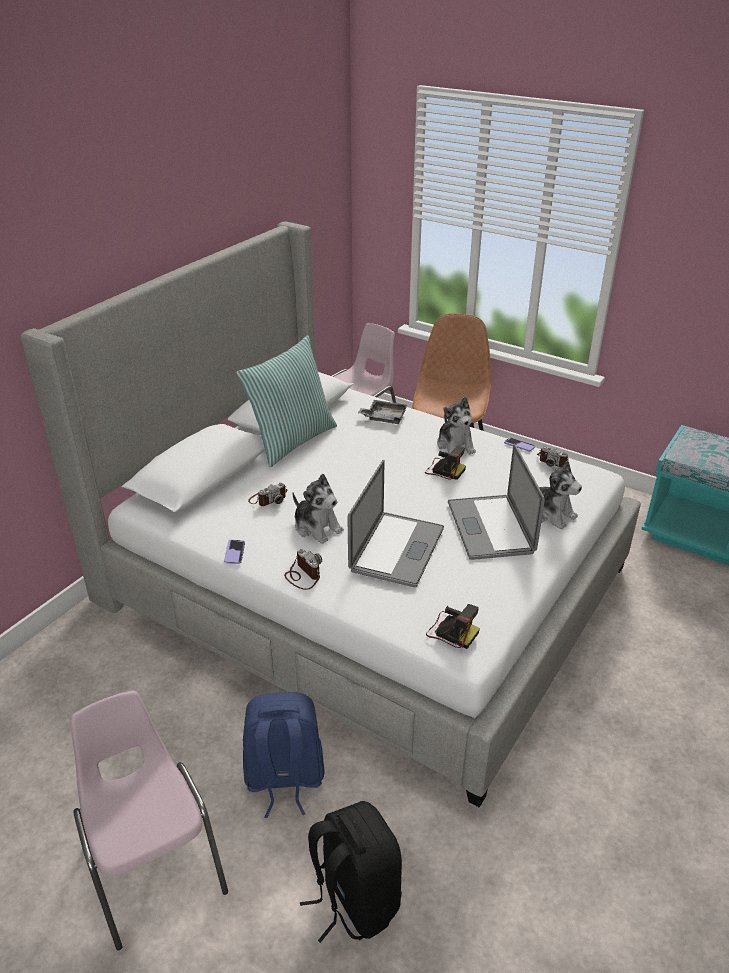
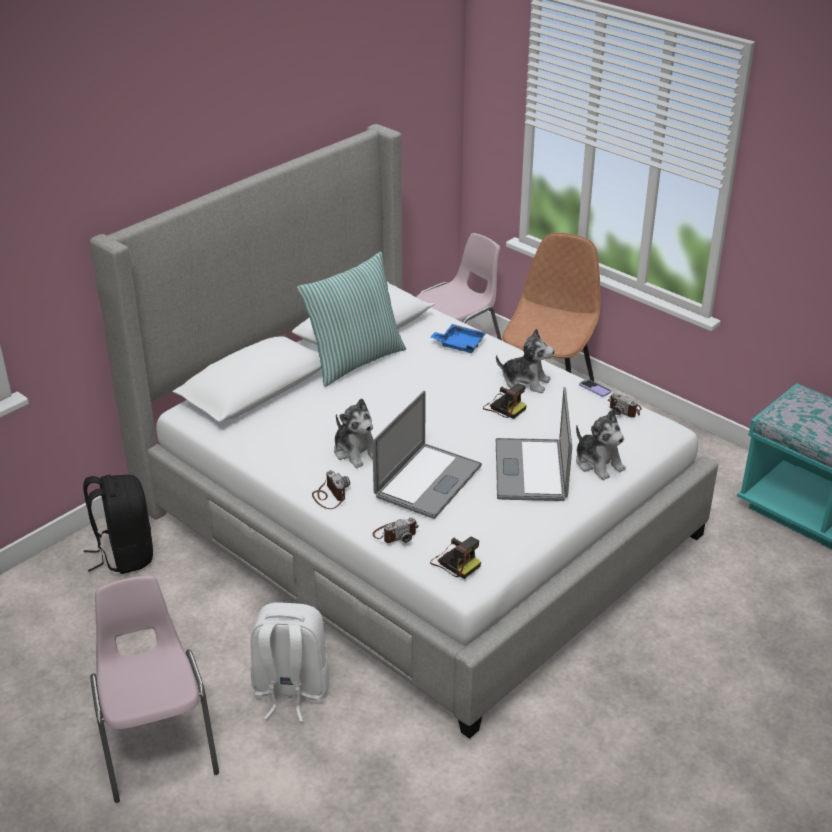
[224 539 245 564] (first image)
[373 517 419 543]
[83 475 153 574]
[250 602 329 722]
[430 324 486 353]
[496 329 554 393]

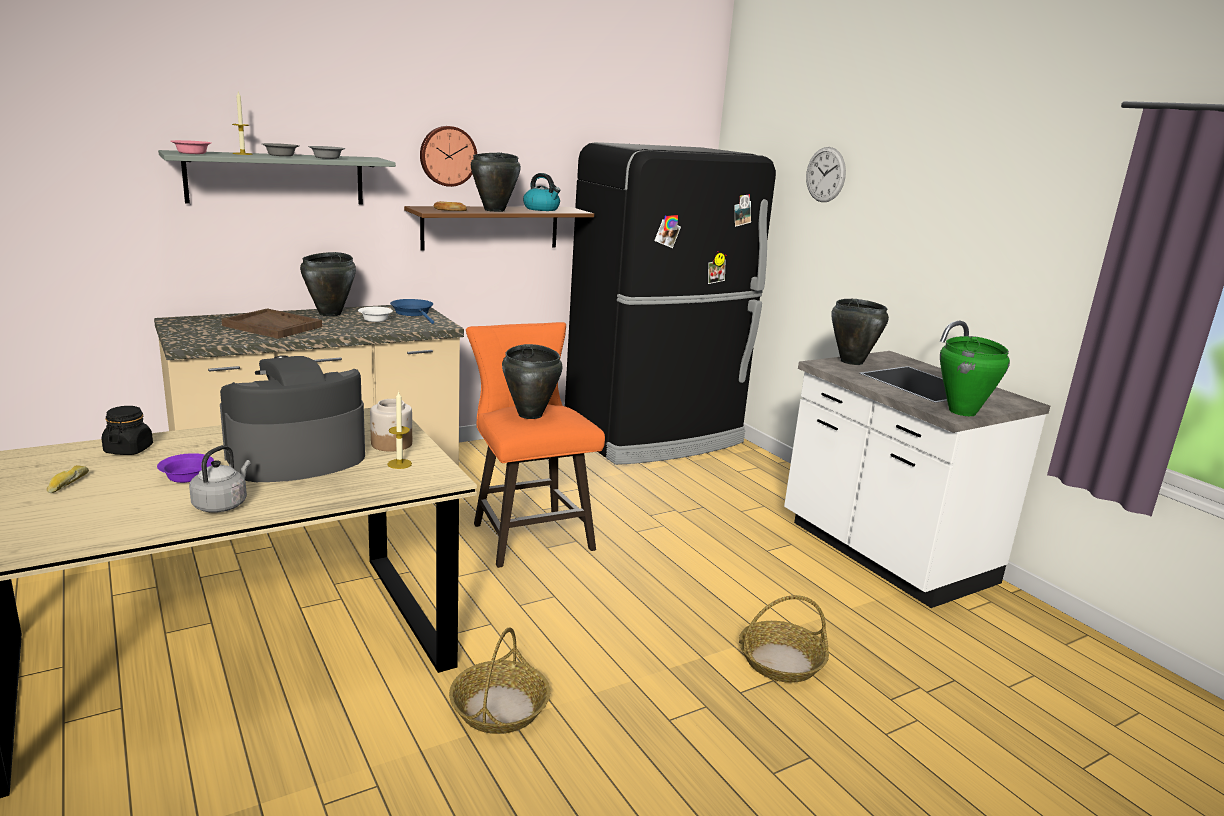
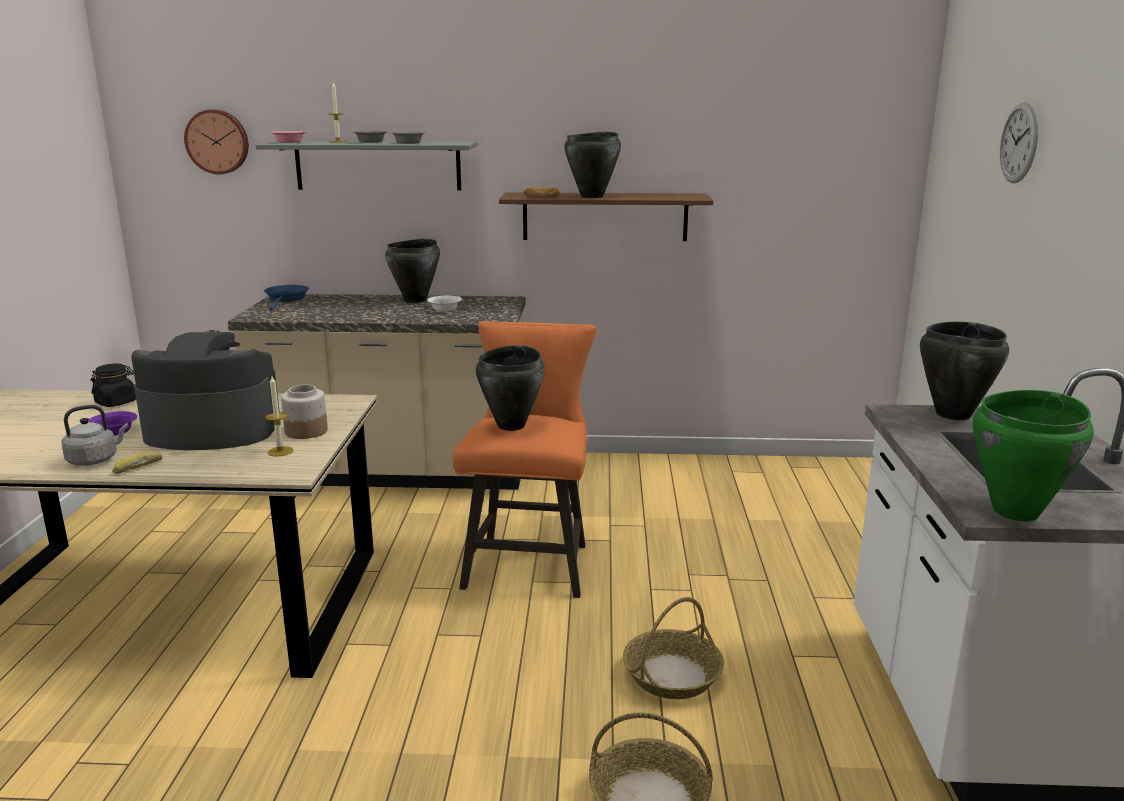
[222 308 322 339] (first image)
[523 173 561 211] (first image)
[565 142 776 465] (first image)
[112 451 163 474]
[264 285 309 310]
[184 109 249 174]
[623 597 724 699]

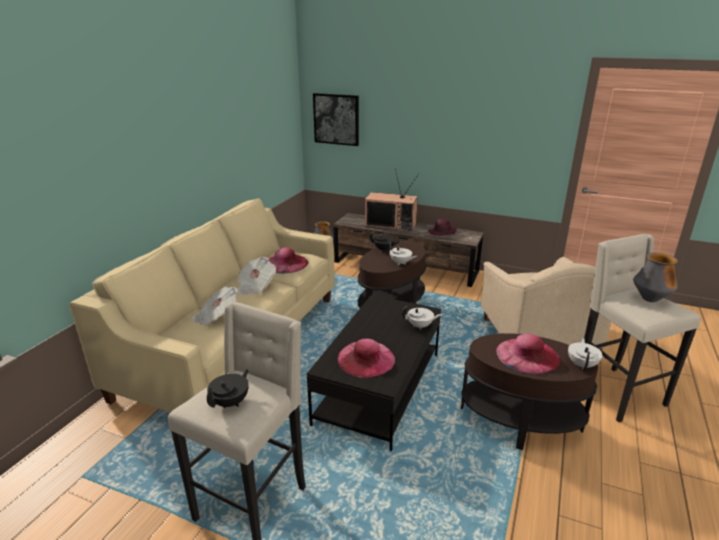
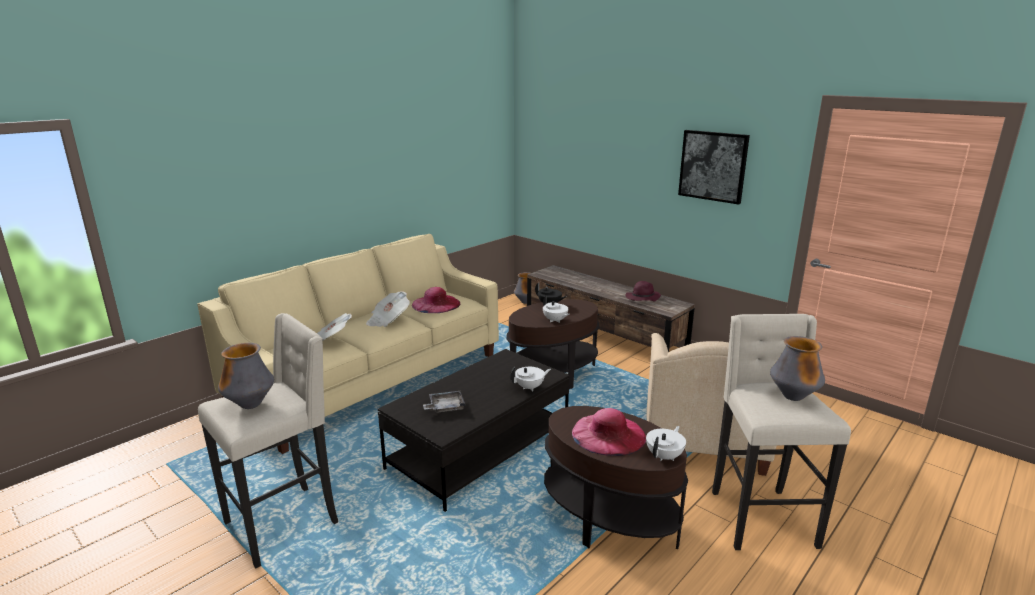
[365 169 419 231] (first image)
[678 130 750 205]
[218 343 274 409]
[423 391 466 413]
[510 367 551 392]

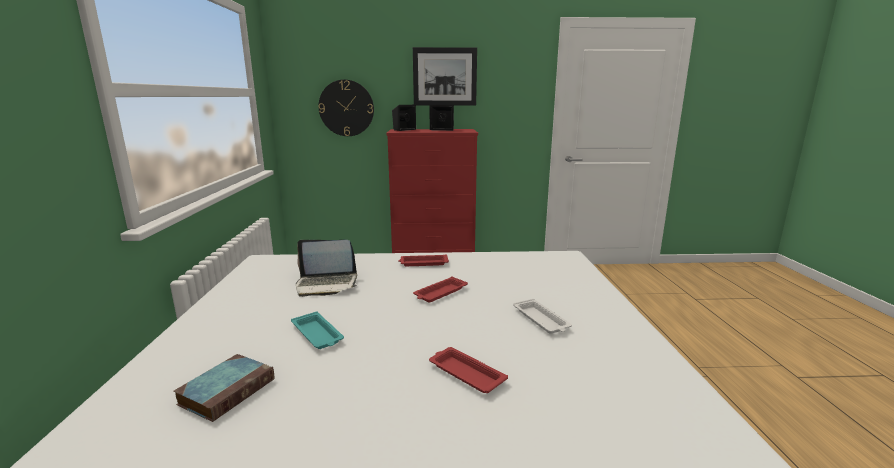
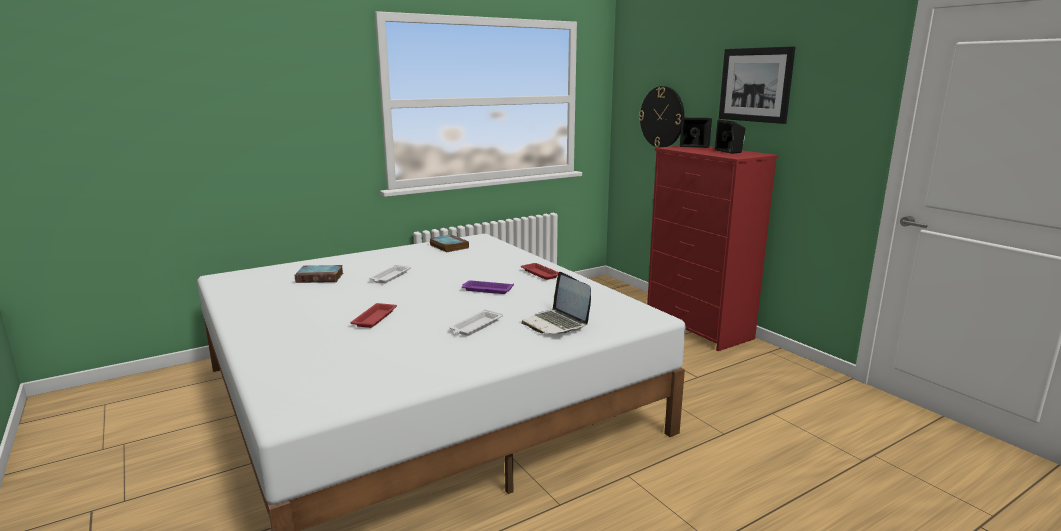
[430 235 469 252]
[521 272 591 334]
[369 265 411 283]
[462 280 514 294]

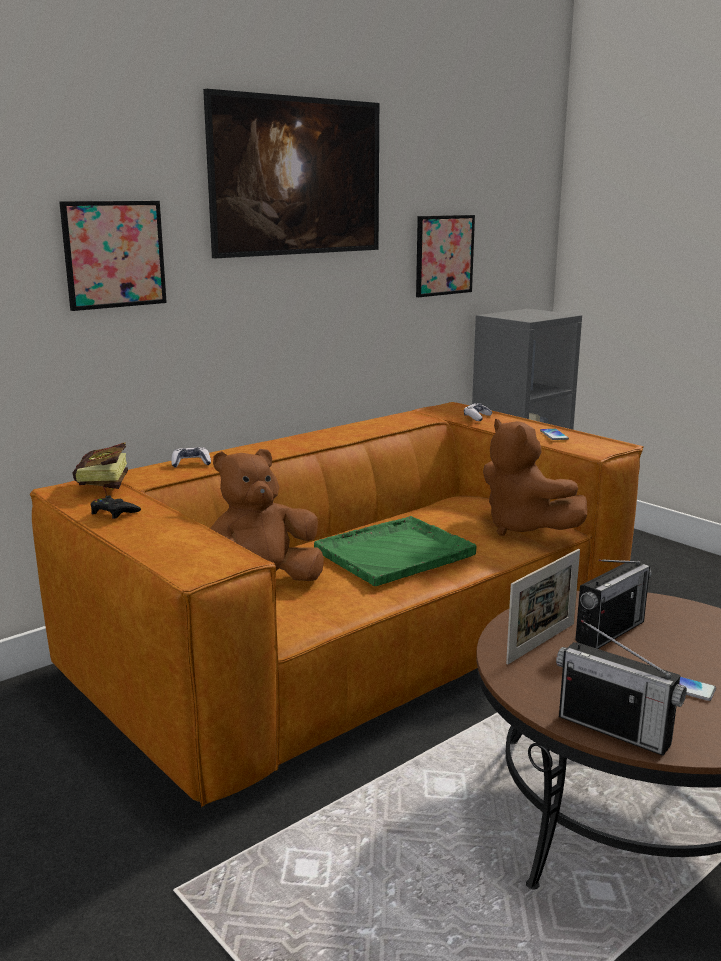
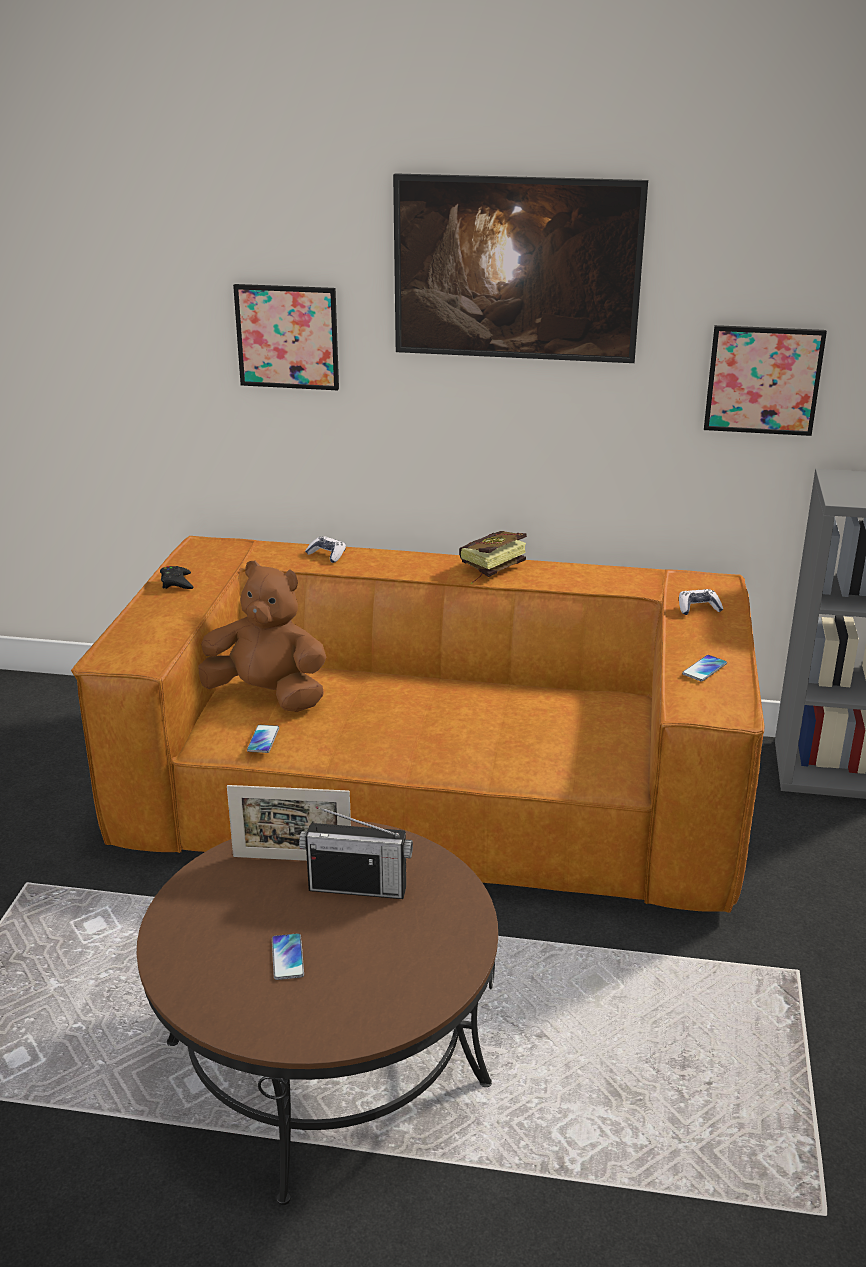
[314 516 477 586] (first image)
[483 419 587 536] (first image)
[556 620 687 756] (first image)
[247 725 279 753]
[459 531 527 584]

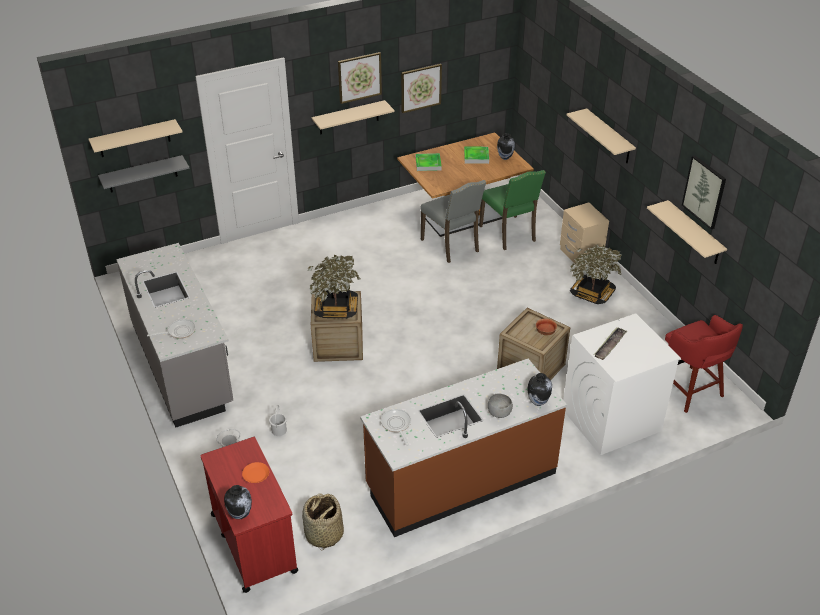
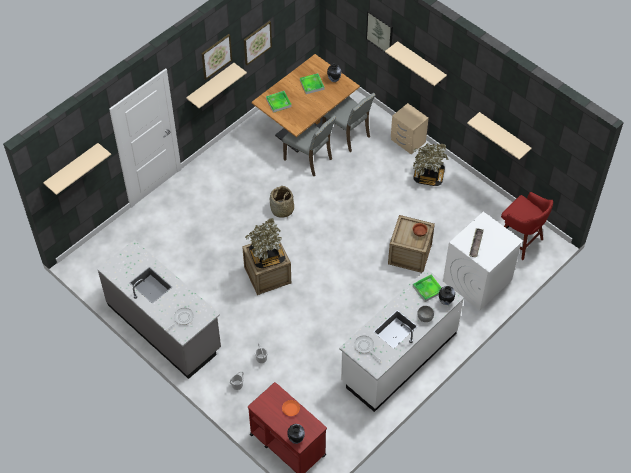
[98 155 189 193] (first image)
[413 275 442 302]
[270 186 294 218]
[366 10 393 54]
[339 269 464 412]
[322 93 376 152]

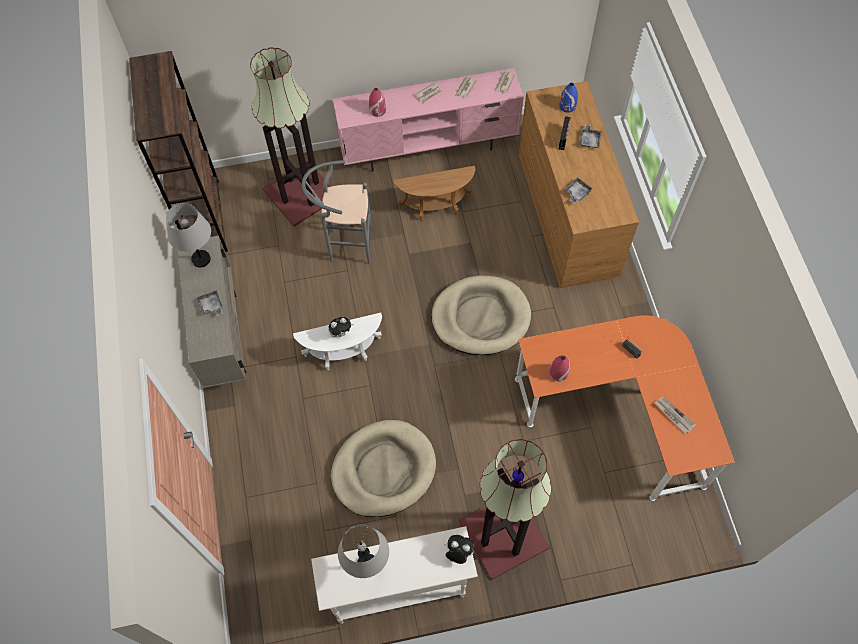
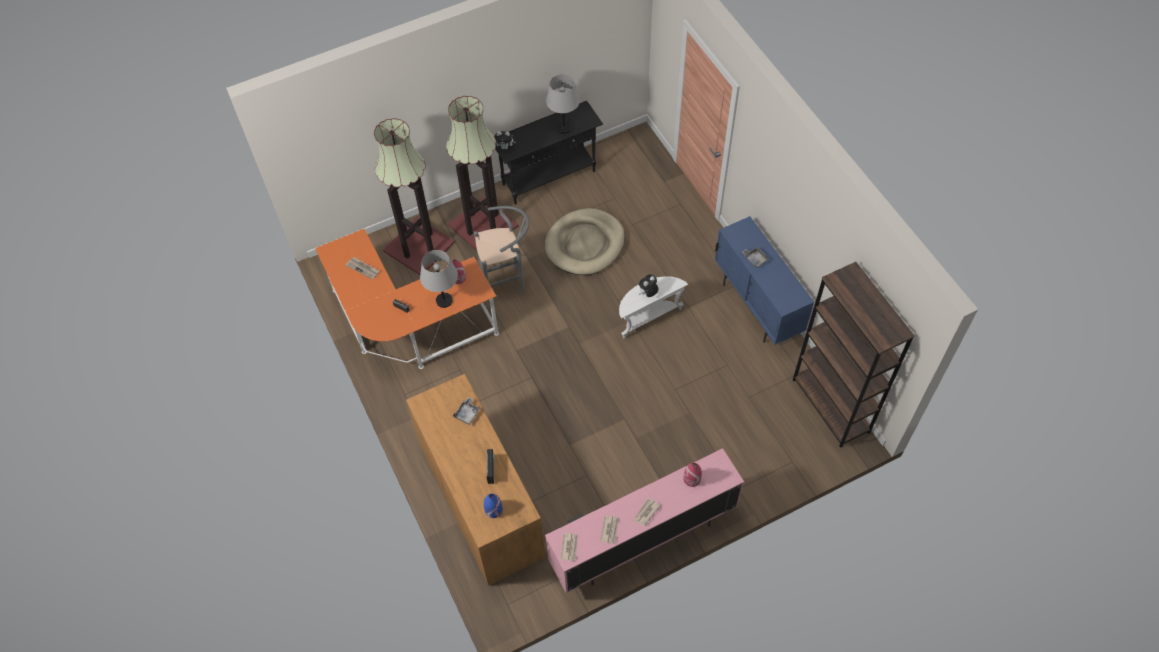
[393 166 476 221] (first image)
[431 275 531 355] (first image)
[580 124 602 148] (first image)
[420 250 458 308]
[374 118 455 275]
[474 206 529 304]
[715 216 814 345]
[496 101 603 204]

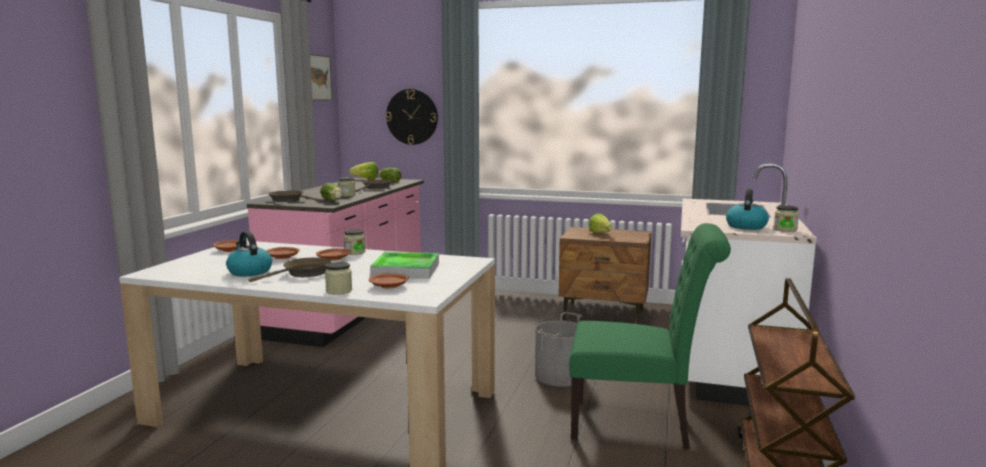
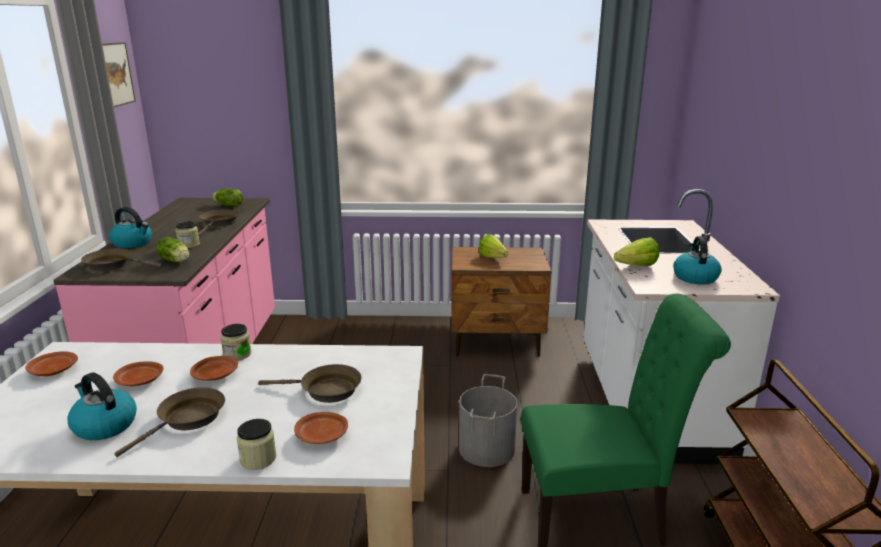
[386 89 438 145] (first image)
[774 205 799 232] (first image)
[109 207 152 248]
[614 237 659 266]
[258 364 362 403]

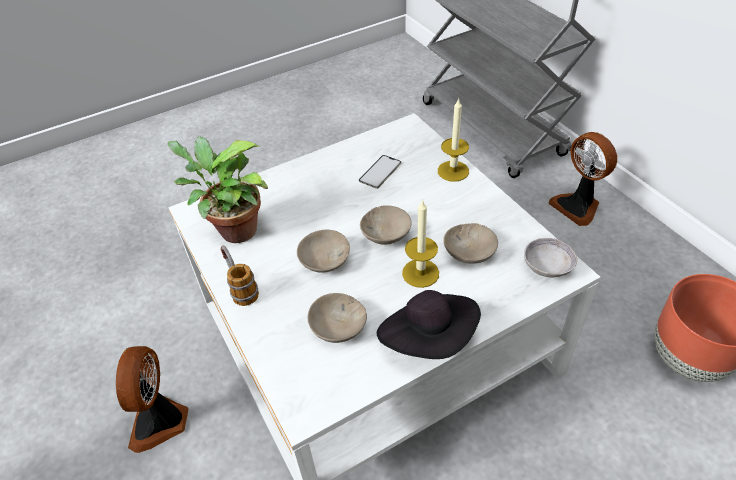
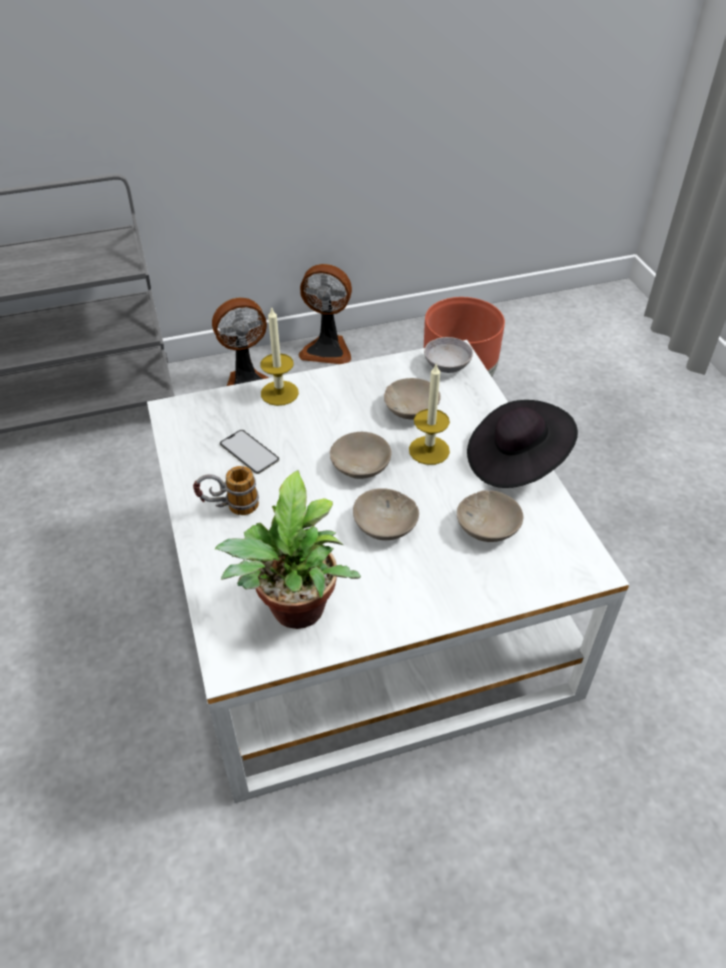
[299 264 352 364]
[193 466 259 515]

